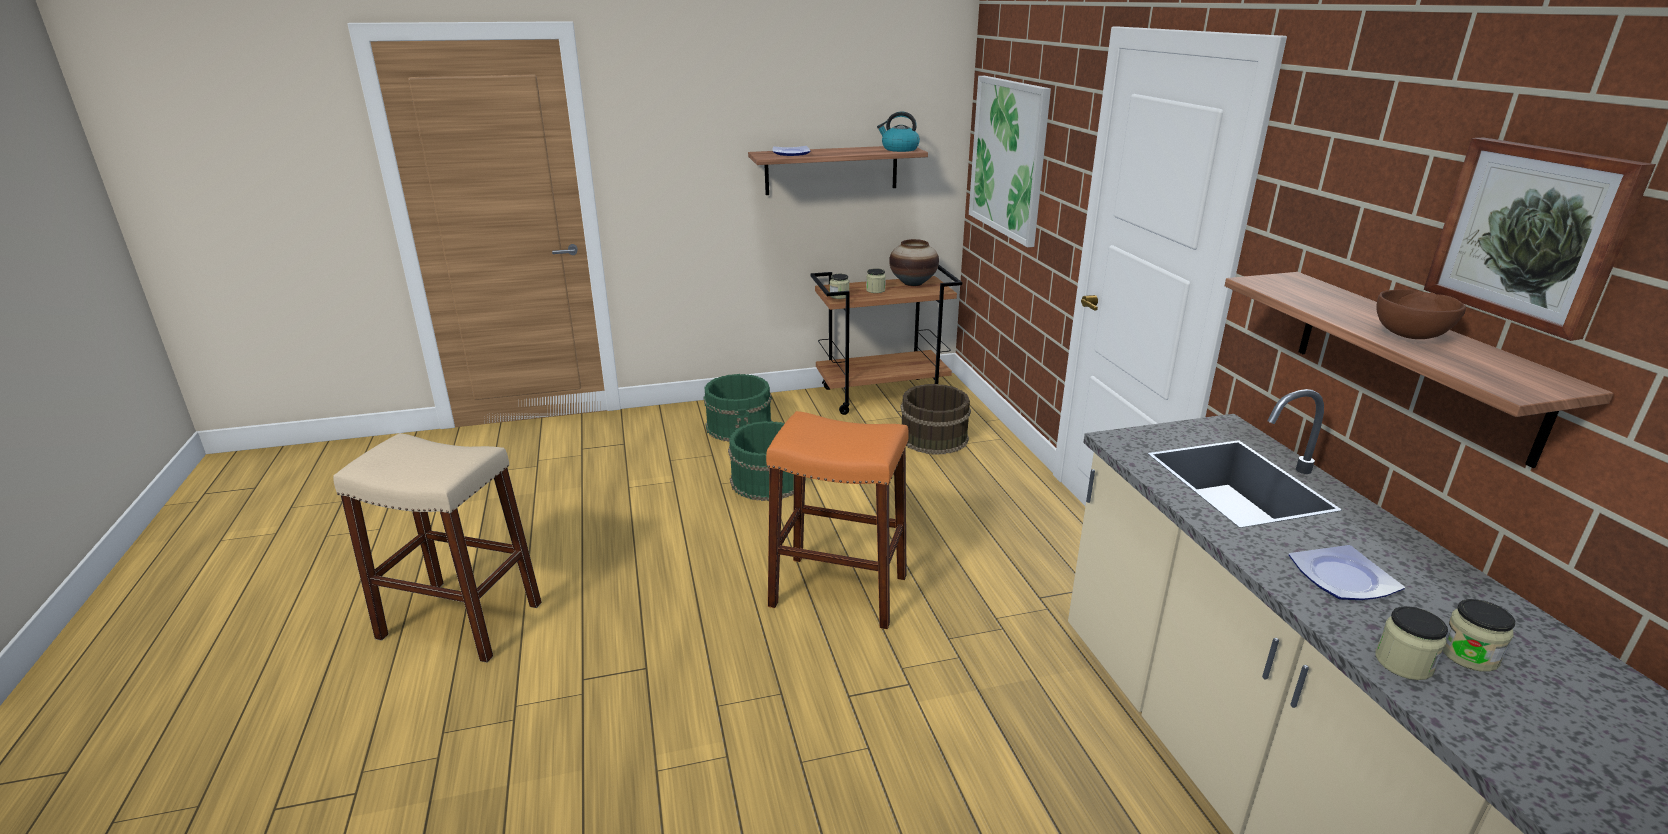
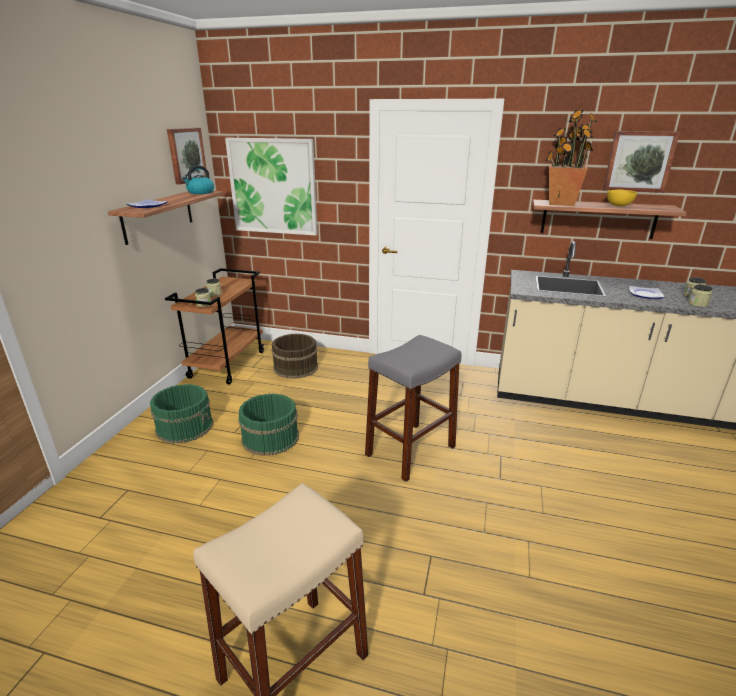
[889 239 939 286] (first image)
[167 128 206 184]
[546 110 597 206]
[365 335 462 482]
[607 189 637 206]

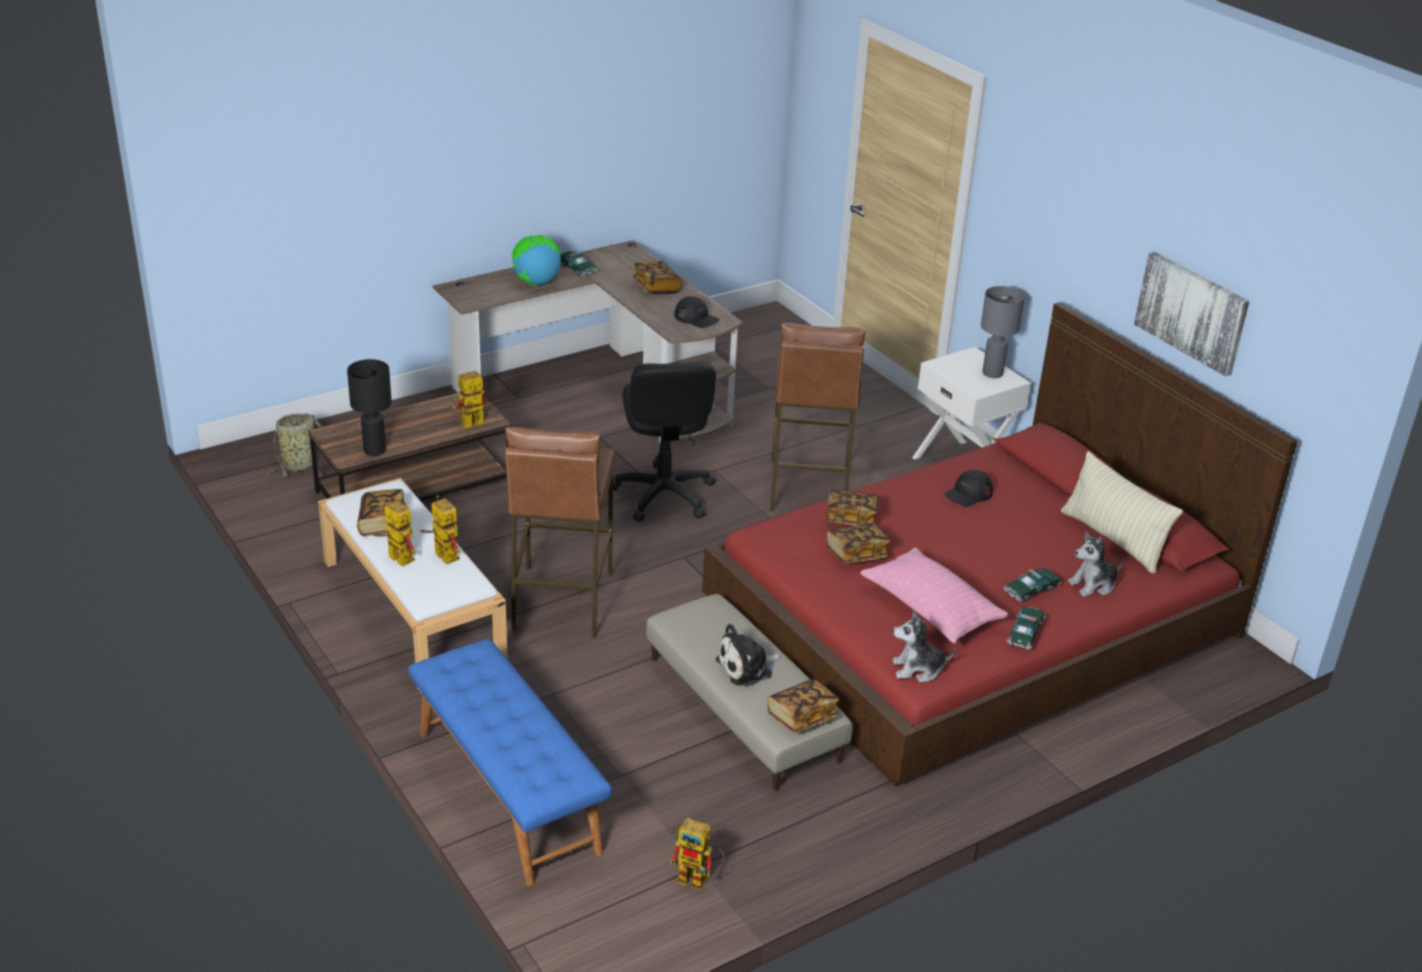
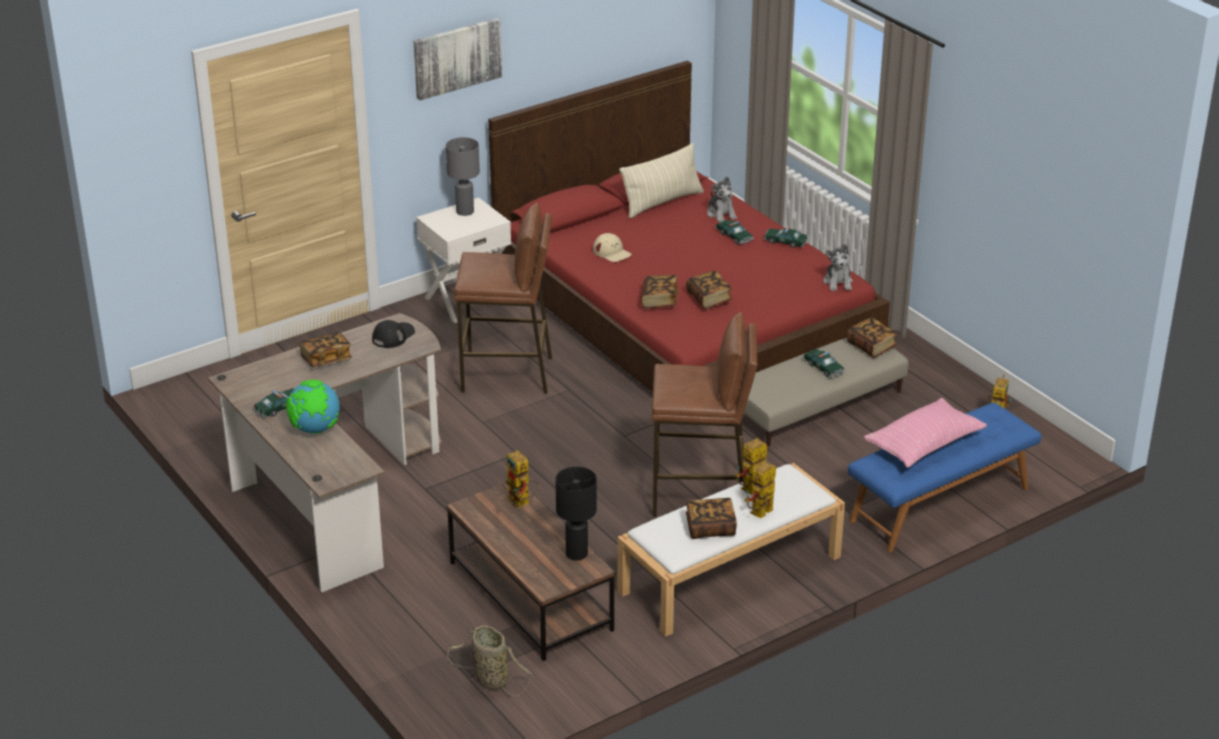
[613 362 716 522] (first image)
[864 398 987 468]
[414 18 502 100]
[803 349 845 378]
[593 233 632 262]

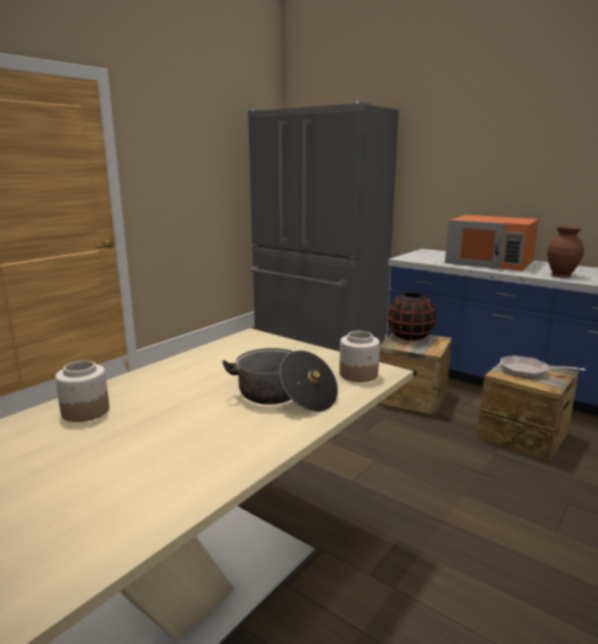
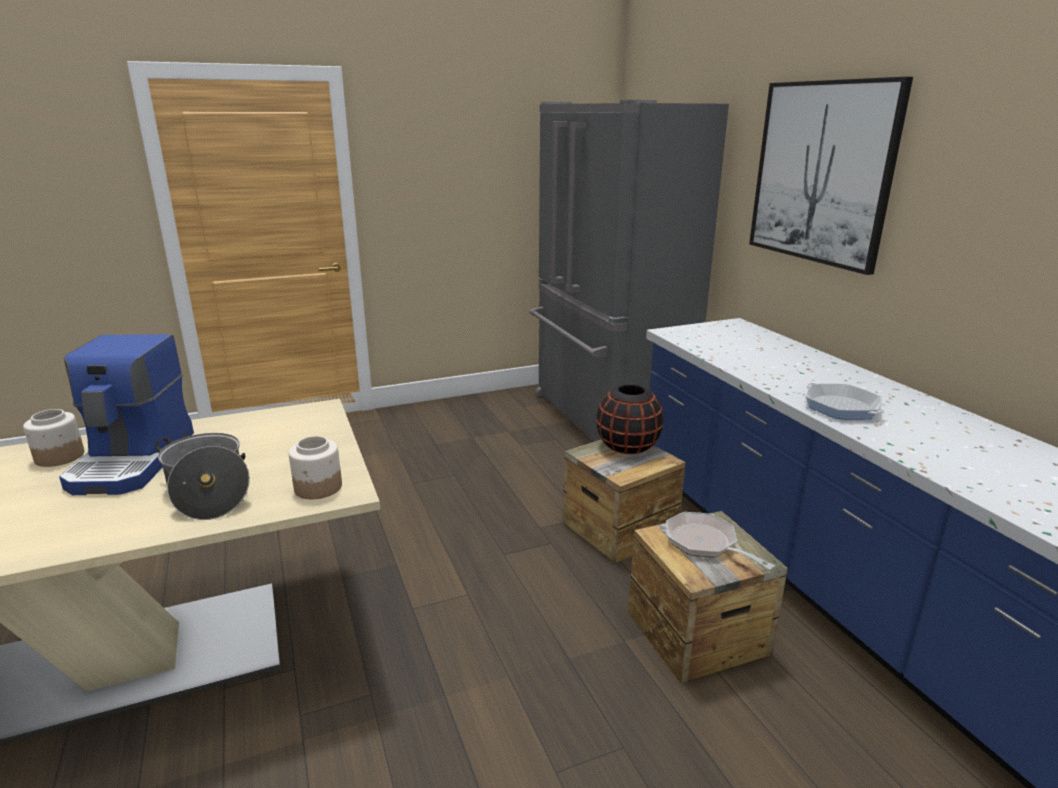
[445 215 539 271] (first image)
[59 334 194 495]
[749 77 913 275]
[806 383 884 420]

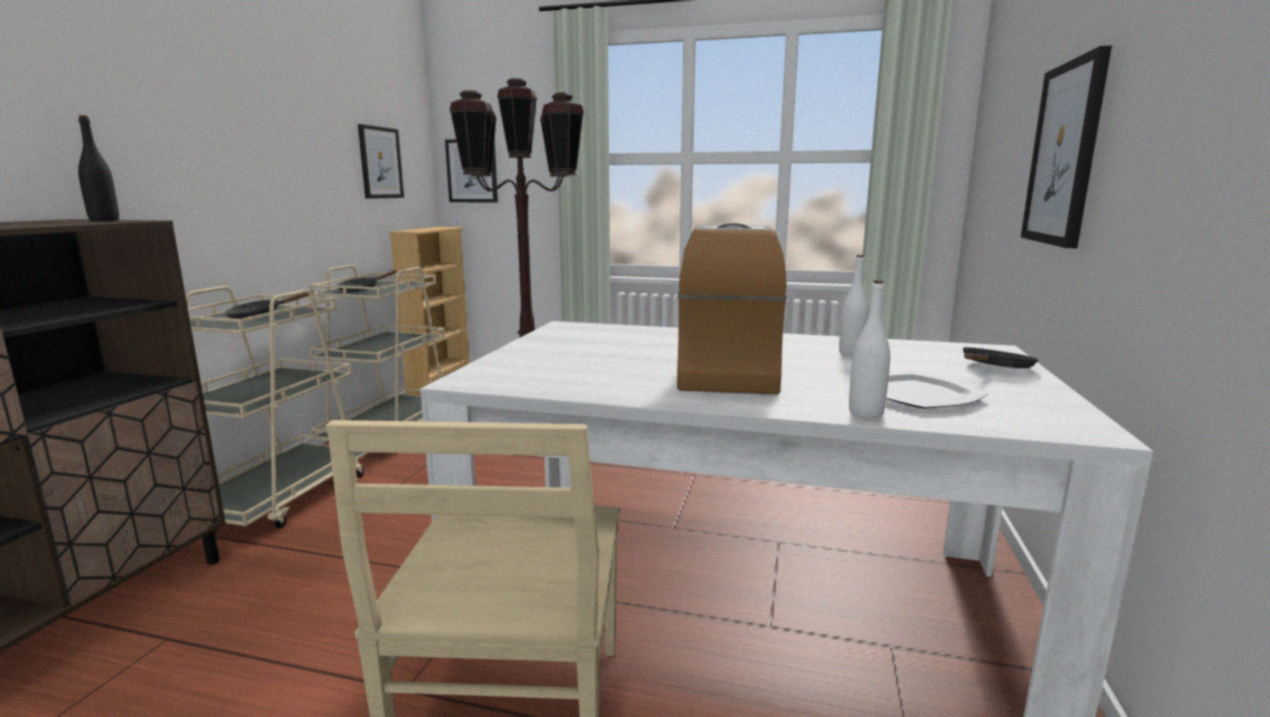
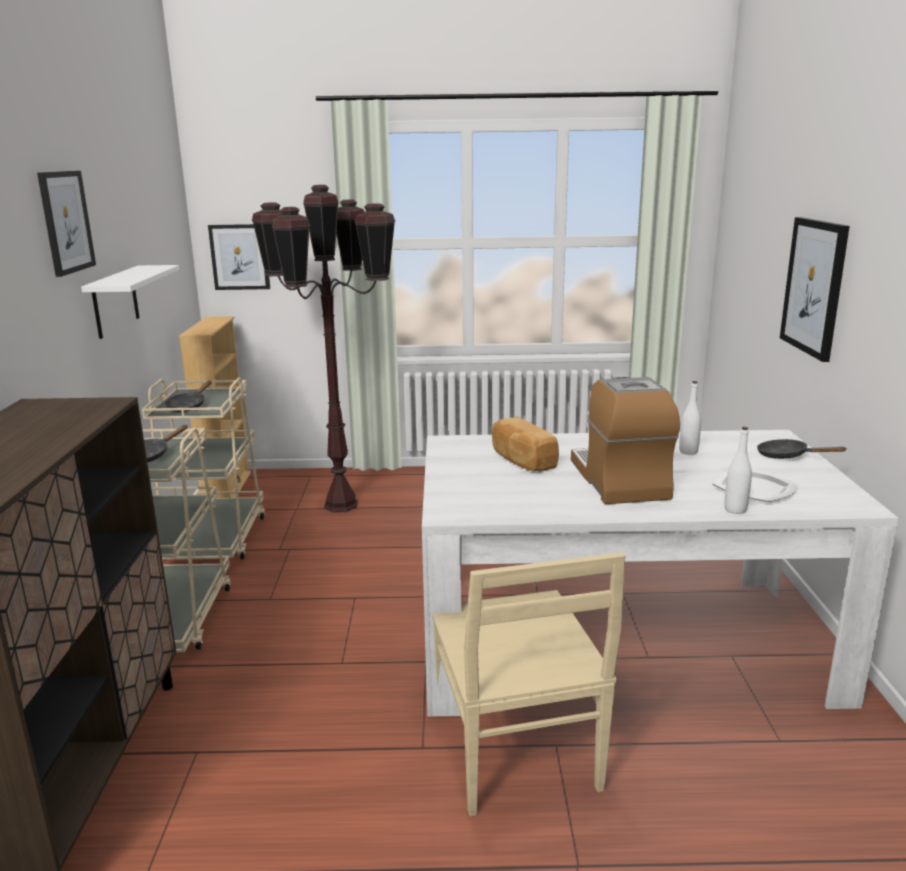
[78 115 119 221] (first image)
[81 265 179 339]
[492 416 559 471]
[37 171 96 277]
[757 439 846 459]

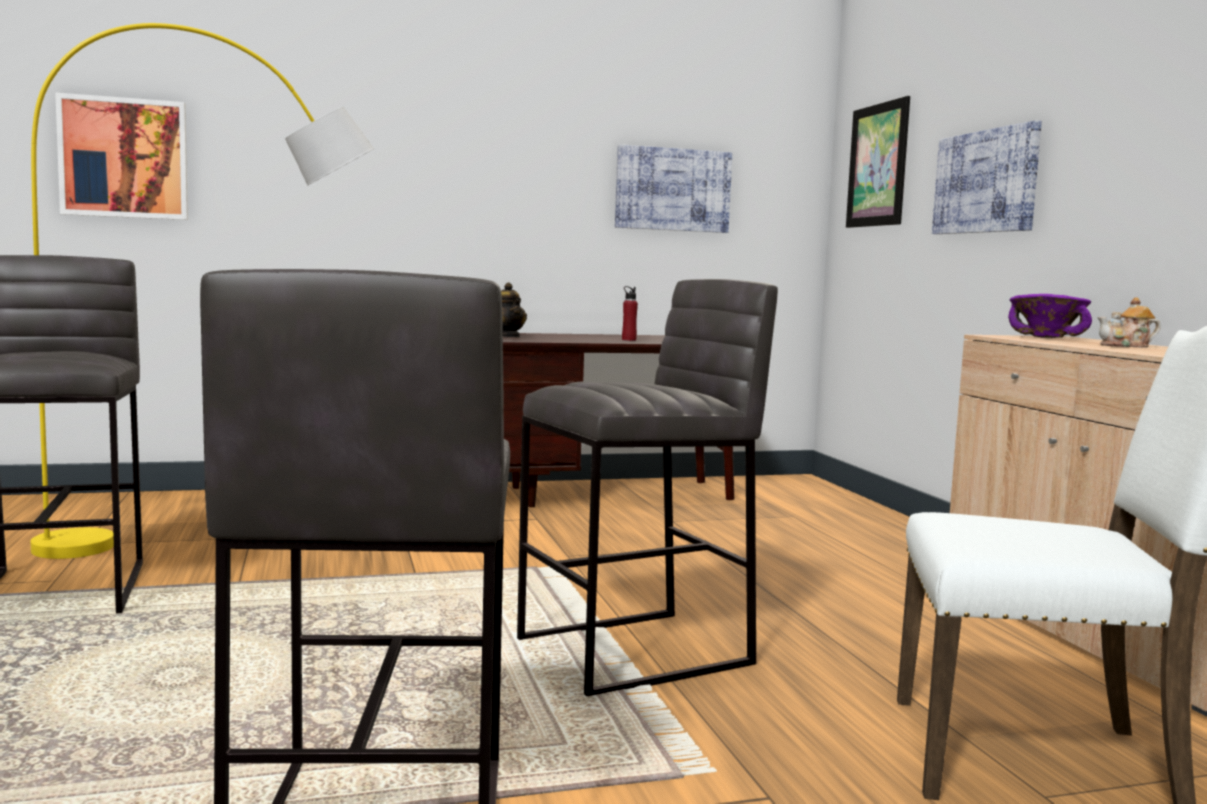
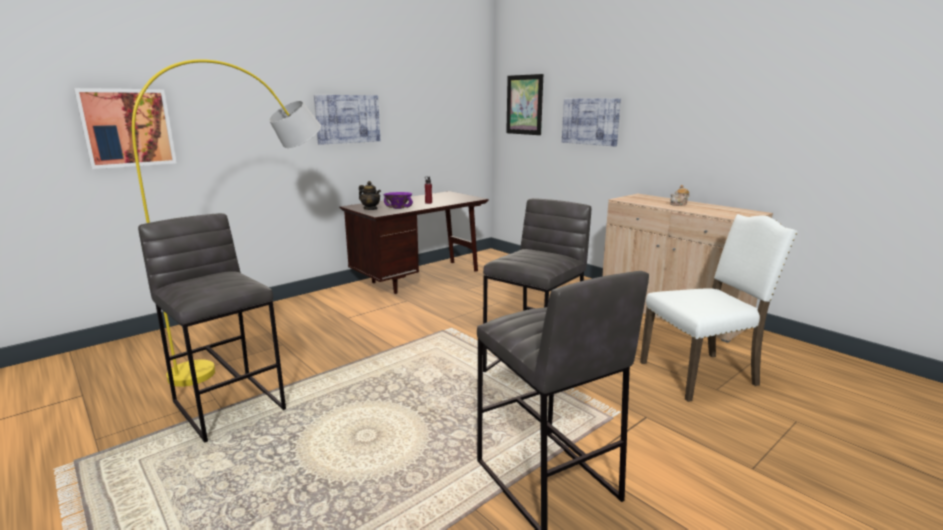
[314 95 380 145]
[383 192 413 209]

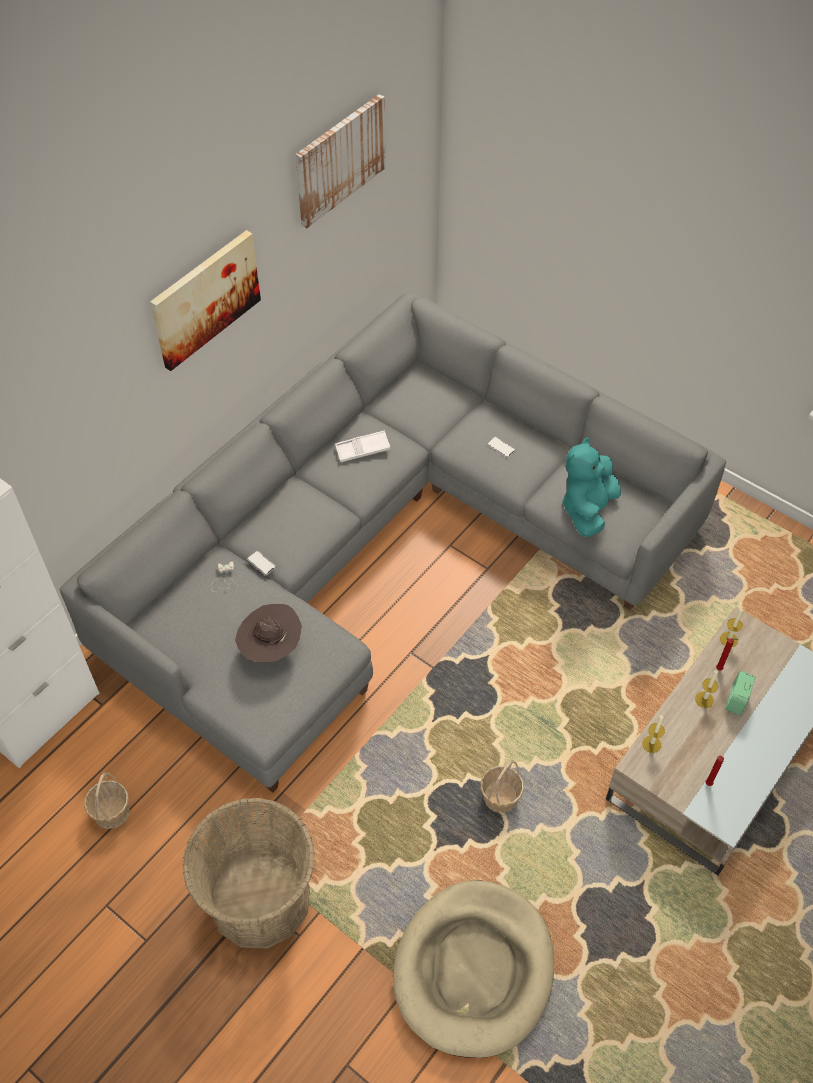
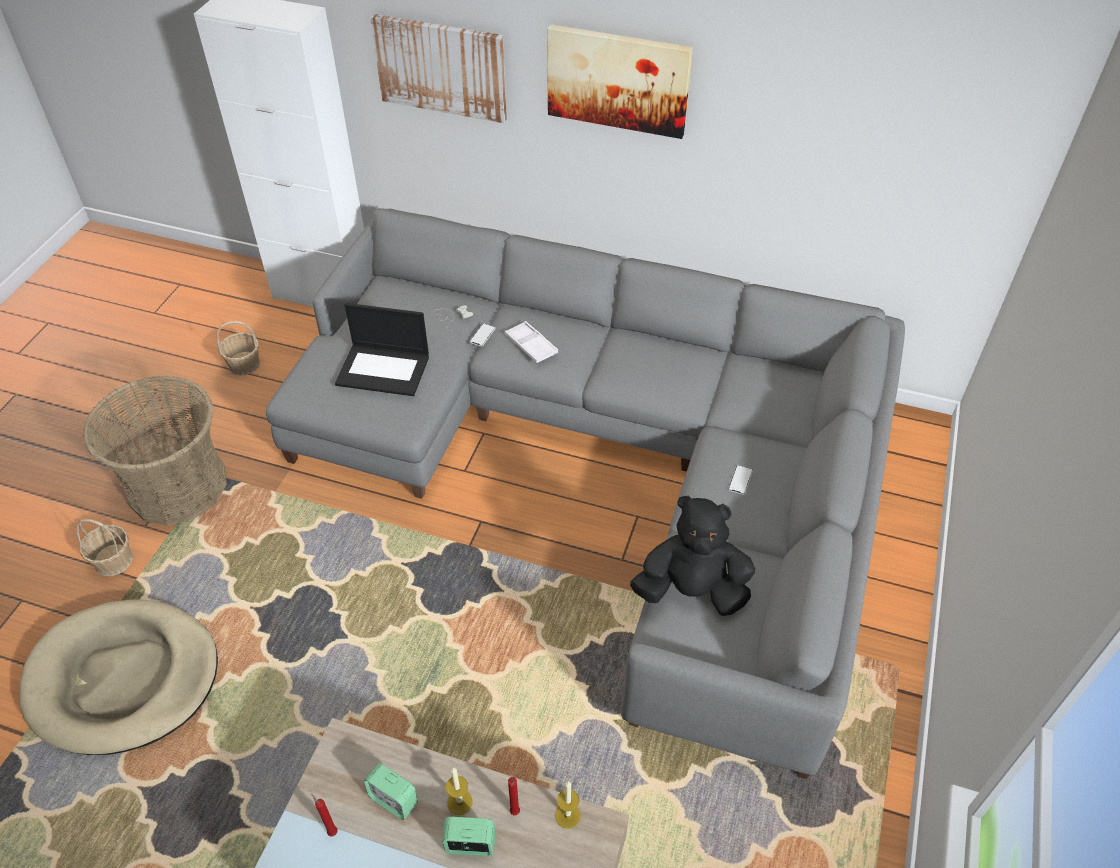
[642 715 665 753] (first image)
[364 763 418 820]
[370 14 507 123]
[505 321 558 363]
[77 519 133 576]
[335 303 429 396]
[630 496 755 616]

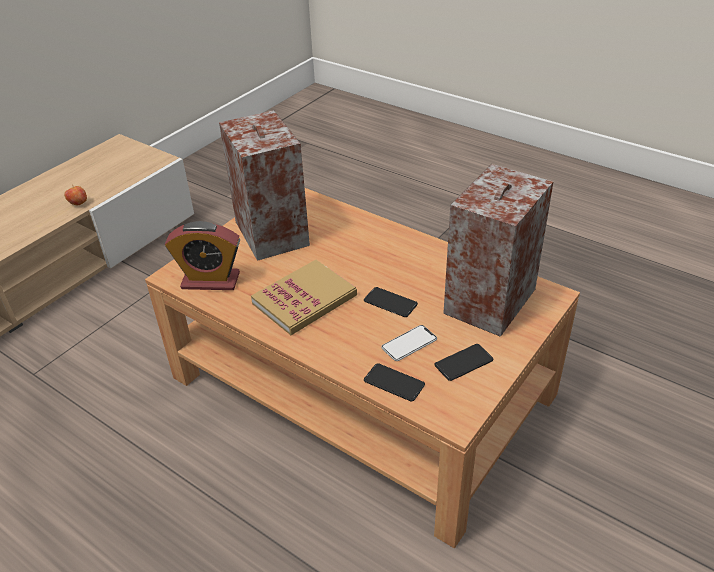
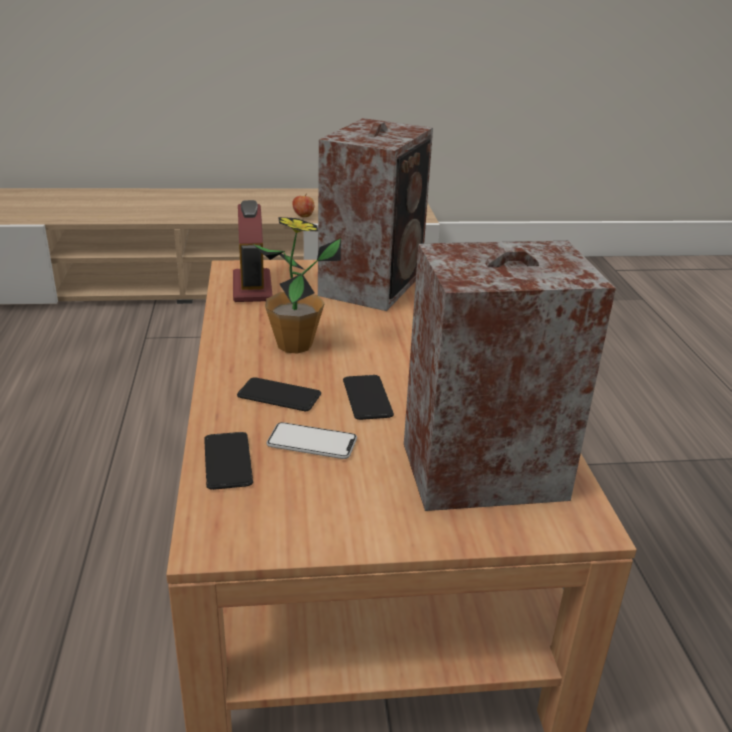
[237 377 321 411]
[253 217 341 354]
[233 200 273 302]

